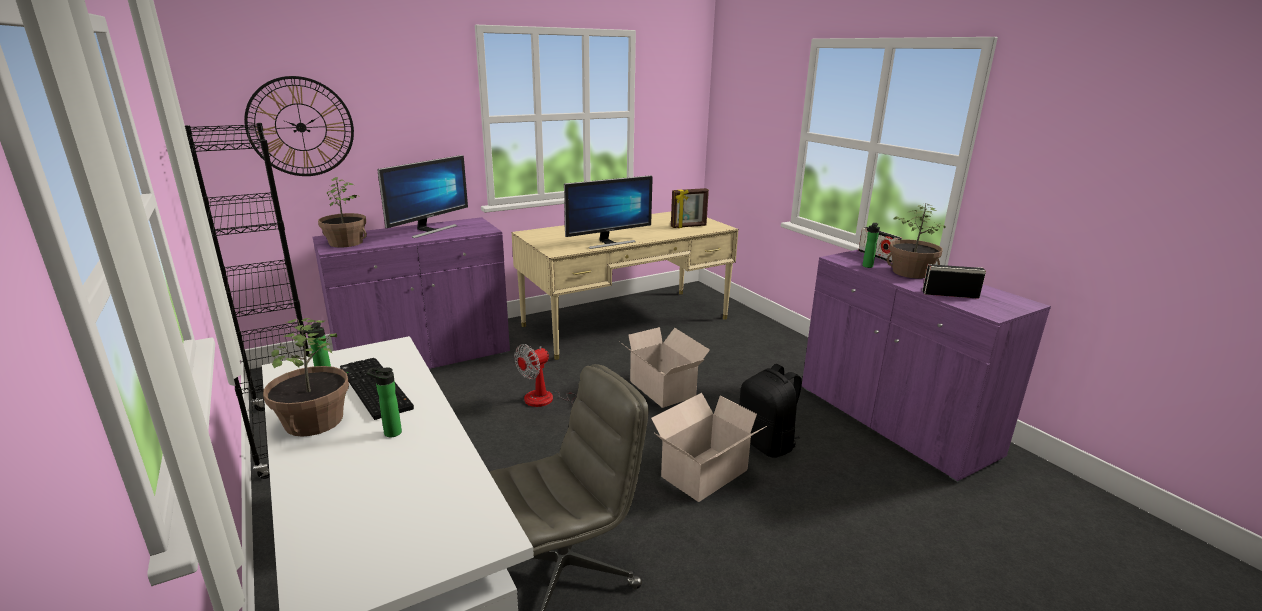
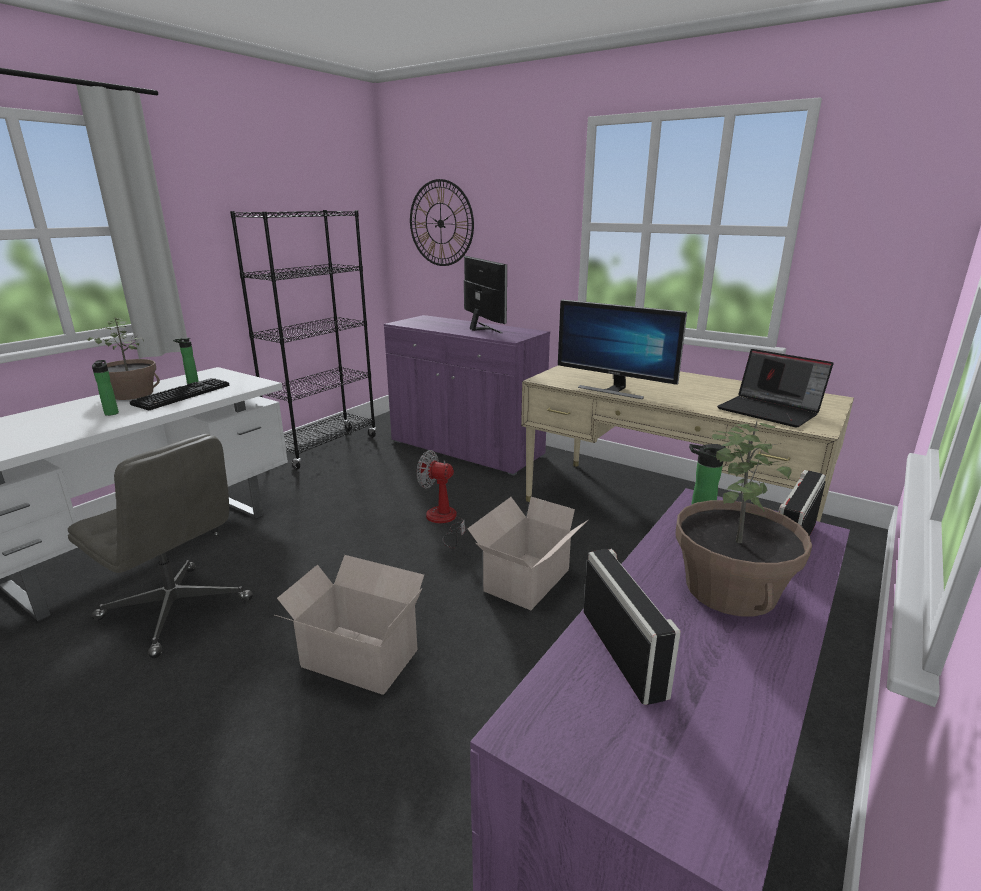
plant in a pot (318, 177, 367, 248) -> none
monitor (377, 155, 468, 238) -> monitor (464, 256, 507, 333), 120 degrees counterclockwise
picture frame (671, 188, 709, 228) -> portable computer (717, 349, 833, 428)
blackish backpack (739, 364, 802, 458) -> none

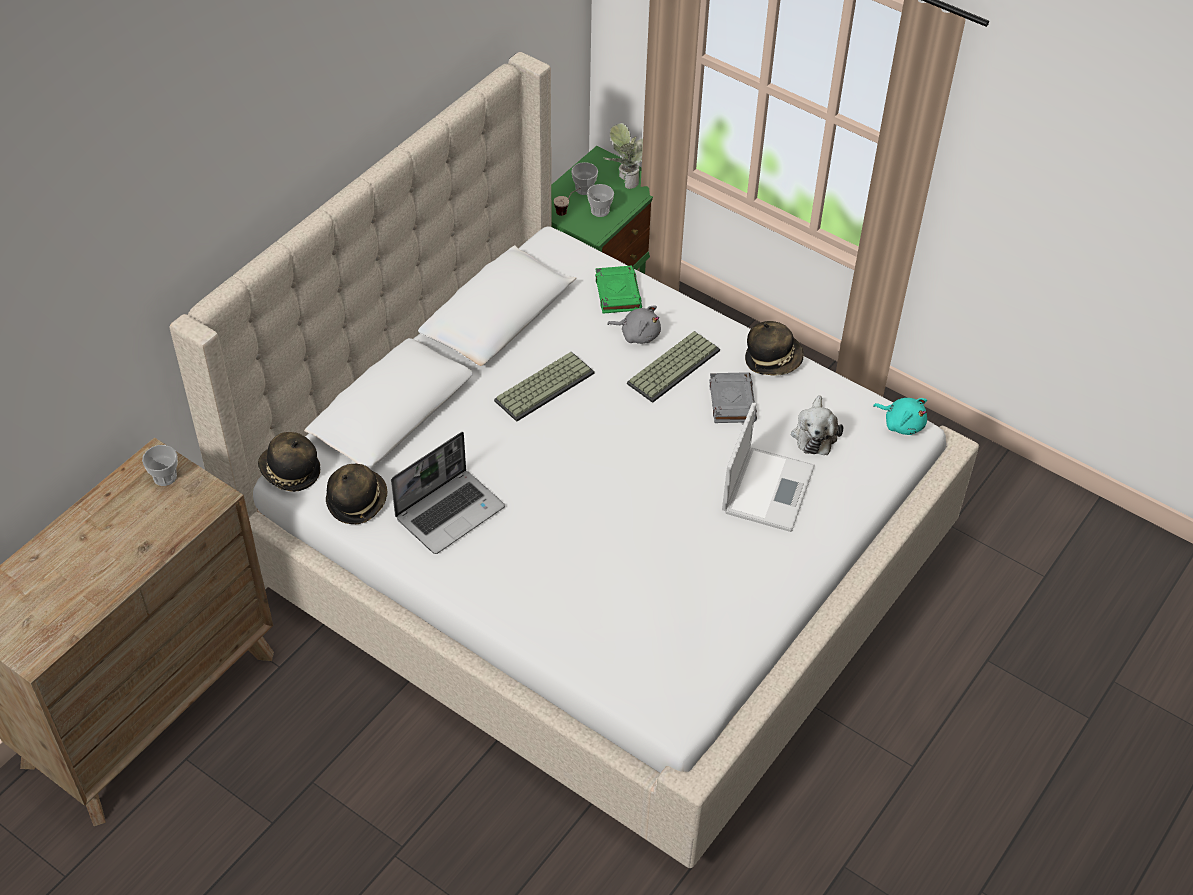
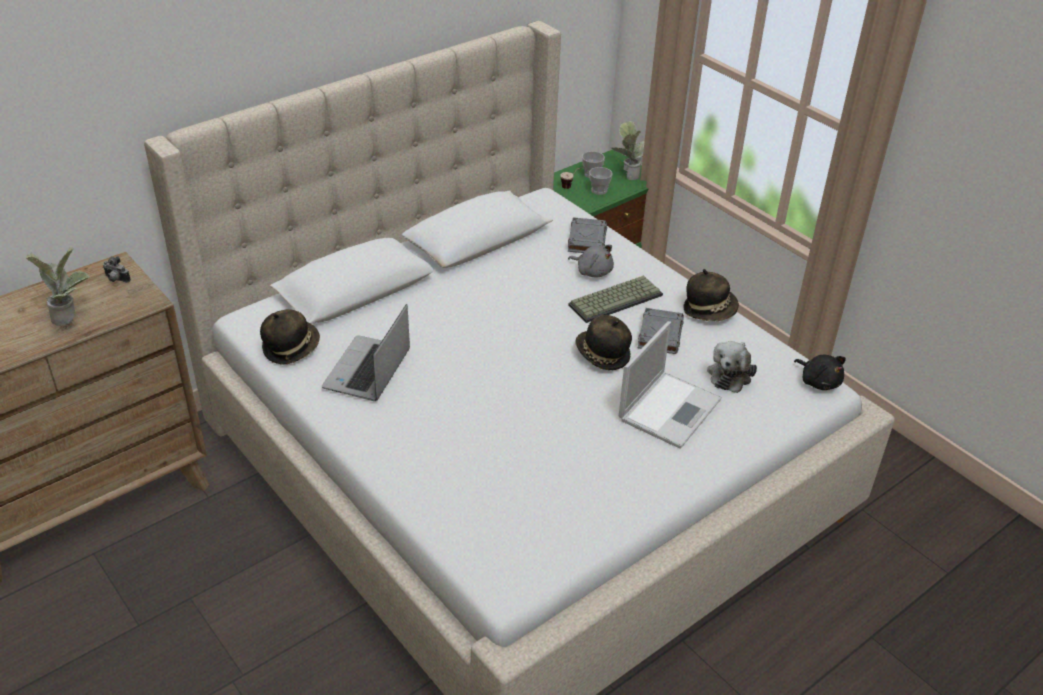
cup (142, 445, 178, 486) -> photo camera (103, 256, 131, 282)
clothing hat (258, 432, 320, 492) -> clothing hat (575, 315, 632, 370), shifted
portable computer (391, 432, 505, 554) -> portable computer (322, 304, 410, 401), 135 degrees clockwise
computer keyboard (494, 352, 595, 422) -> none
green book (595, 266, 642, 314) -> grey book (568, 217, 607, 253)
turquoise cuddly toy (873, 398, 927, 435) -> blackish cuddly toy (794, 355, 846, 390)
none -> plant in a pot (26, 247, 90, 326)

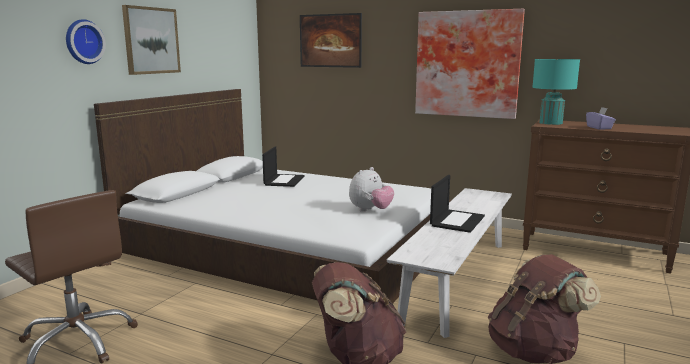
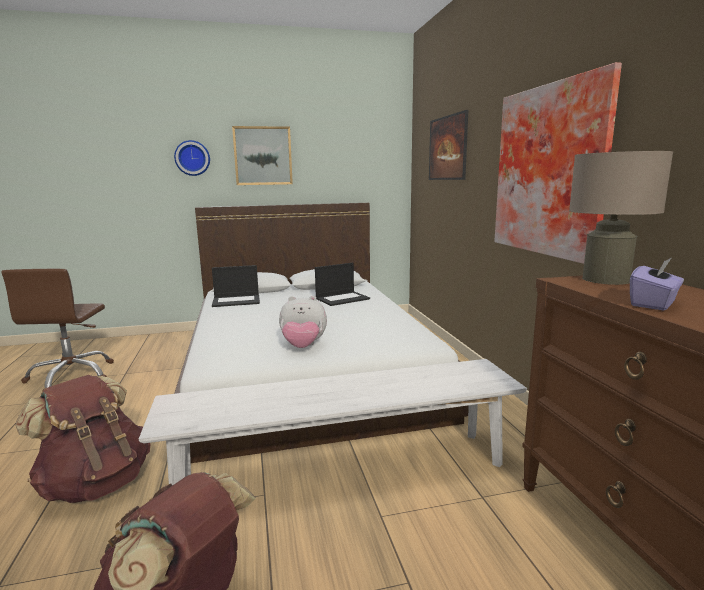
portable computer (430, 175, 485, 233) -> portable computer (212, 265, 260, 307), shifted
turquoise lamp for a table (532, 59, 580, 125) -> sand-coloured lamp for a table (569, 151, 673, 285)

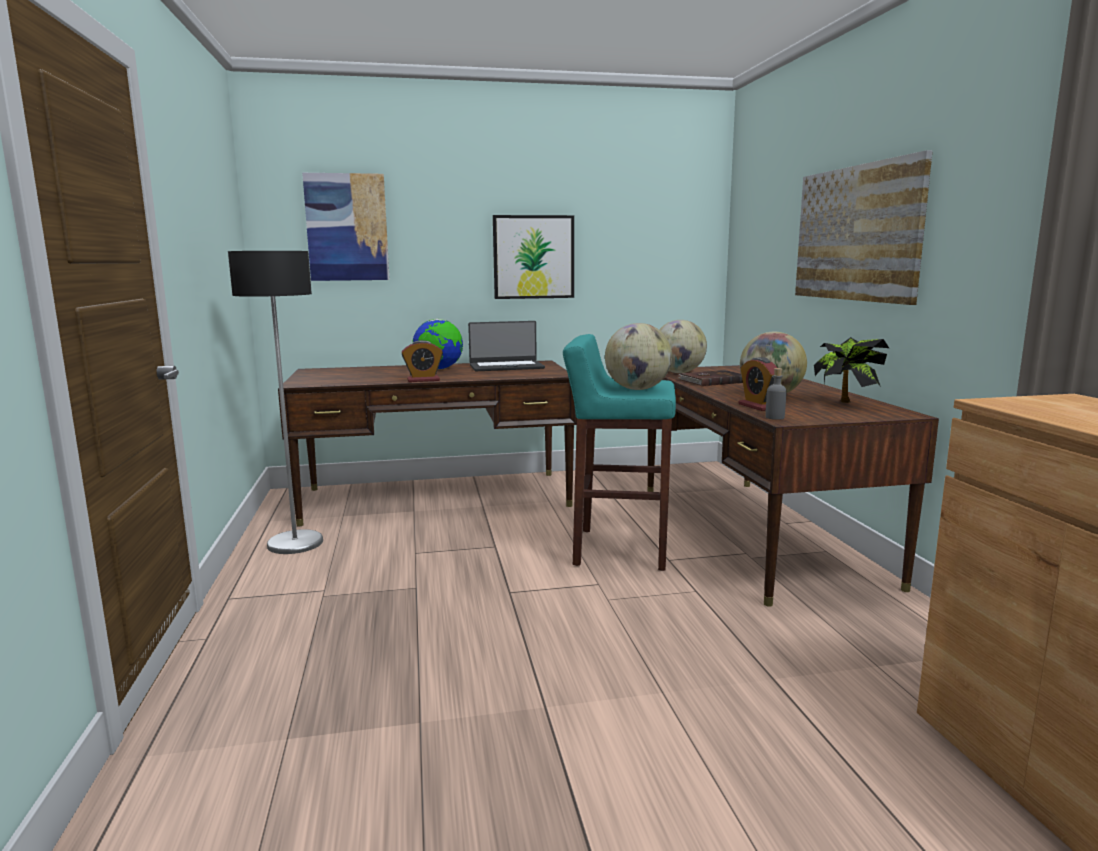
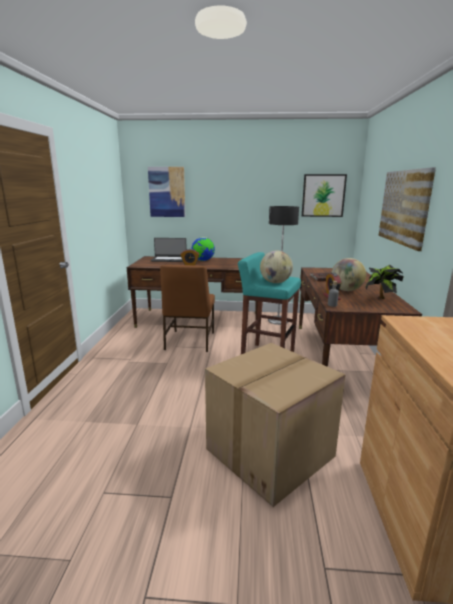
standing lamp (228, 251, 323, 554) -> standing lamp (268, 206, 299, 325), shifted
portable computer (468, 321, 545, 371) -> portable computer (151, 238, 187, 262), shifted
picture (493, 215, 574, 299) -> picture (302, 174, 347, 217), shifted
globe (659, 320, 707, 373) -> none
none -> brown plain chair (160, 265, 215, 352)
none -> cardboard box (205, 343, 345, 507)

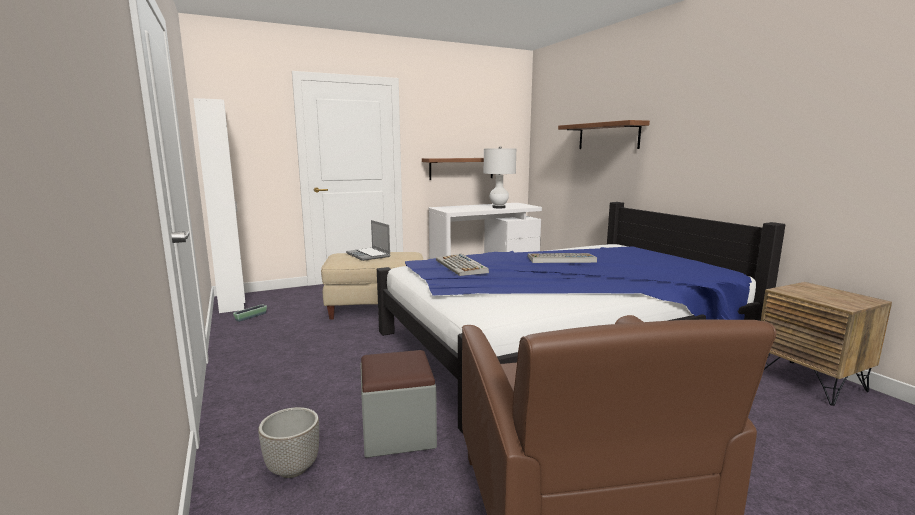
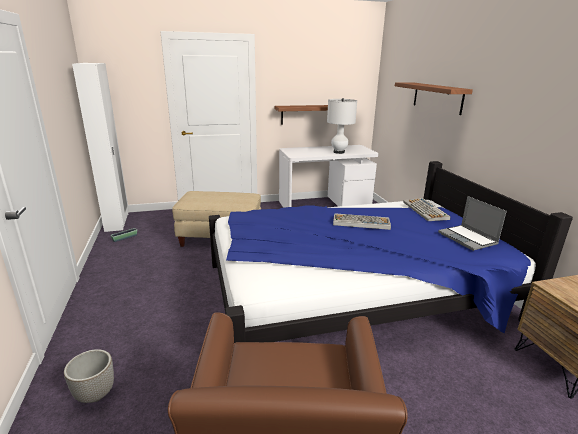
portable computer (346, 220, 391, 261) -> portable computer (438, 196, 507, 251), shifted
grey footrest (360, 350, 437, 458) -> none
computer keyboard (436, 254, 489, 276) -> computer keyboard (403, 198, 450, 221), shifted

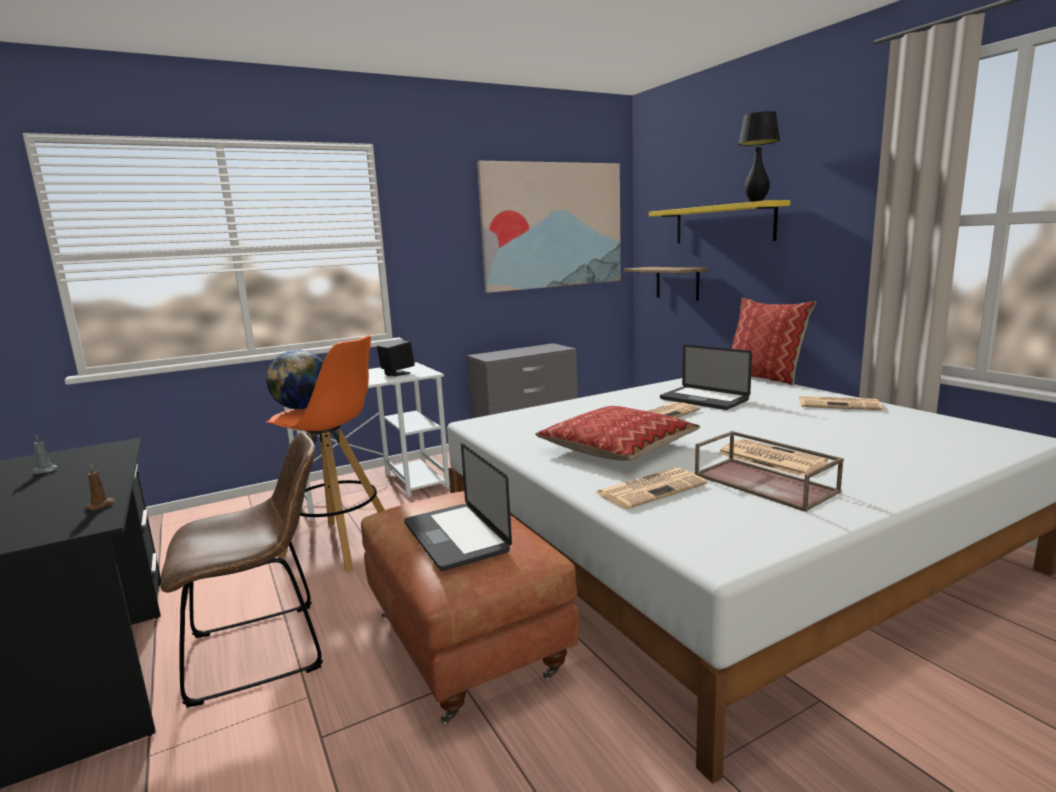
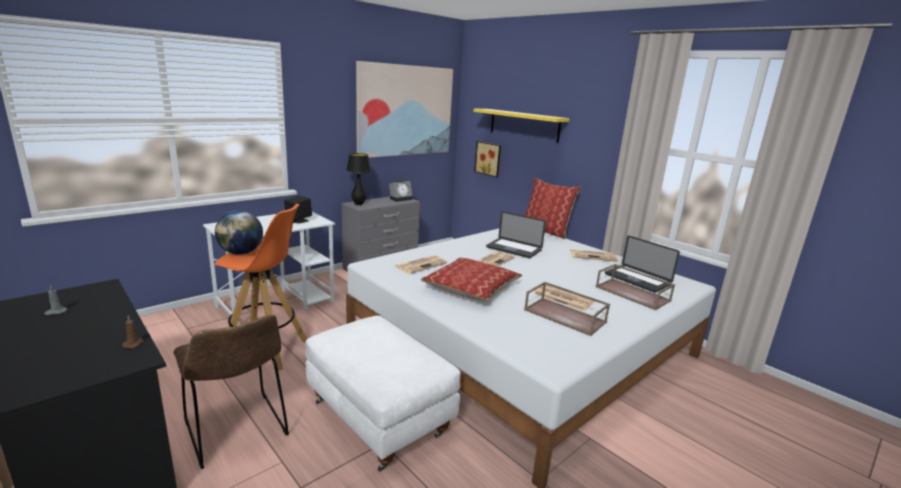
brown plain chair (161, 432, 323, 708) -> brown plain chair (173, 314, 289, 469), 90 degrees clockwise
brown footrest (361, 491, 579, 724) -> whitish footrest (306, 315, 461, 472)
portable computer (404, 443, 512, 571) -> portable computer (605, 235, 680, 293), shifted
newspaper (596, 468, 707, 509) -> newspaper (394, 255, 448, 274), shifted
shelf (624, 267, 708, 301) -> picture (474, 141, 501, 177)
blackish lamp for a table (738, 111, 780, 202) -> blackish lamp for a table (346, 153, 371, 205), shifted
none -> alarm clock (389, 180, 413, 202)
none -> brown carrying tray (596, 264, 675, 310)

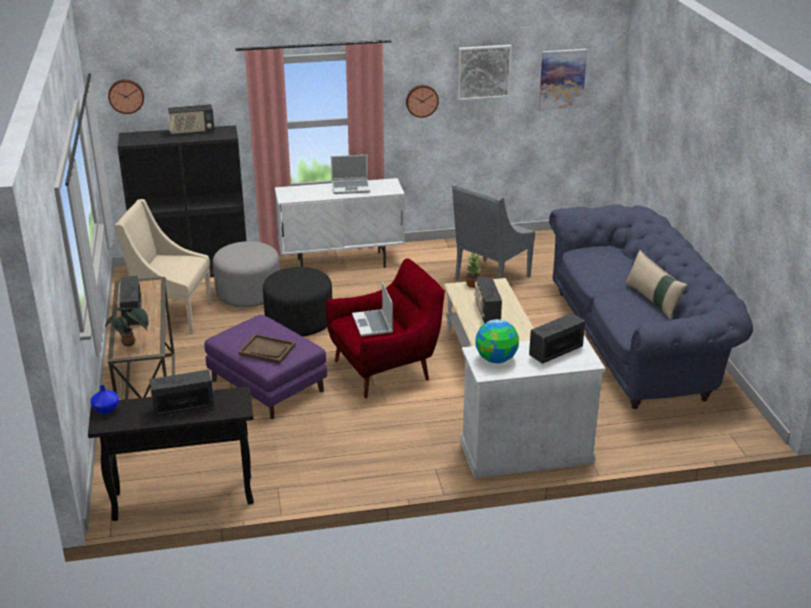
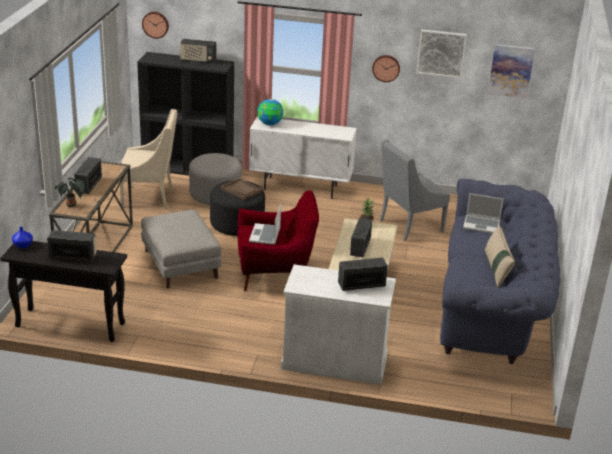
sand-coloured lounge chair (115, 199, 212, 334) -> sand-coloured lounge chair (119, 109, 177, 209), 150 degrees clockwise
purplish footrest (204, 315, 327, 419) -> grey footrest (141, 210, 221, 289)
brown carrying tray (238, 334, 296, 364) -> brown carrying tray (221, 178, 262, 200), shifted
portable computer (331, 155, 370, 194) -> portable computer (463, 193, 503, 233), shifted
globe (475, 319, 519, 363) -> globe (257, 99, 283, 125), shifted

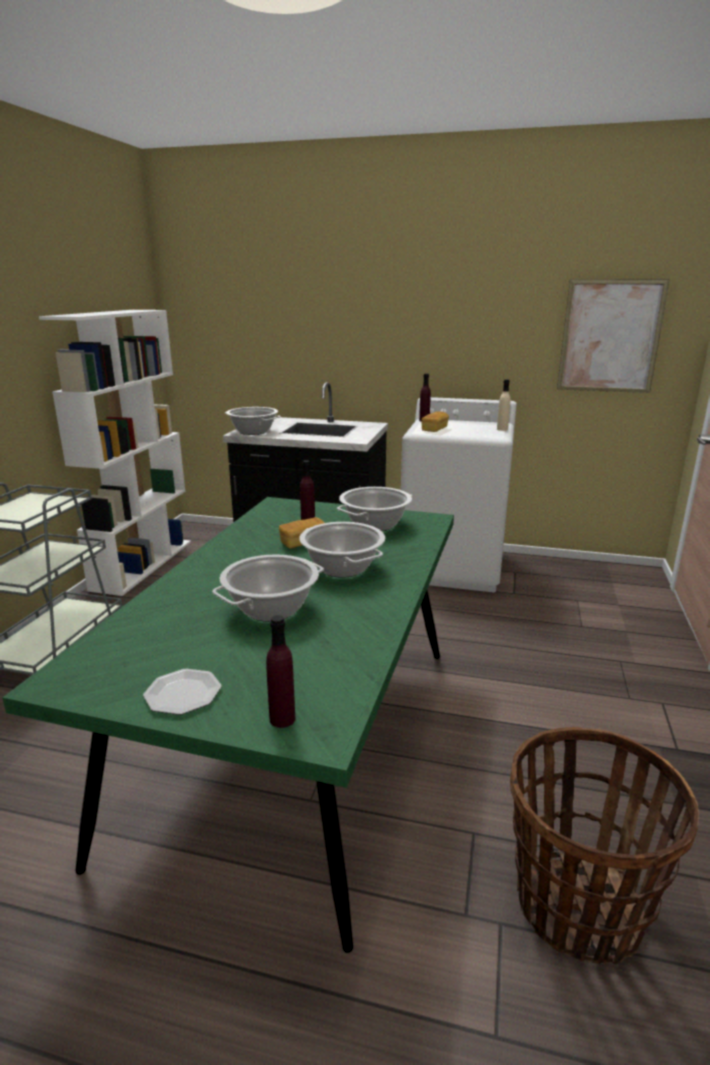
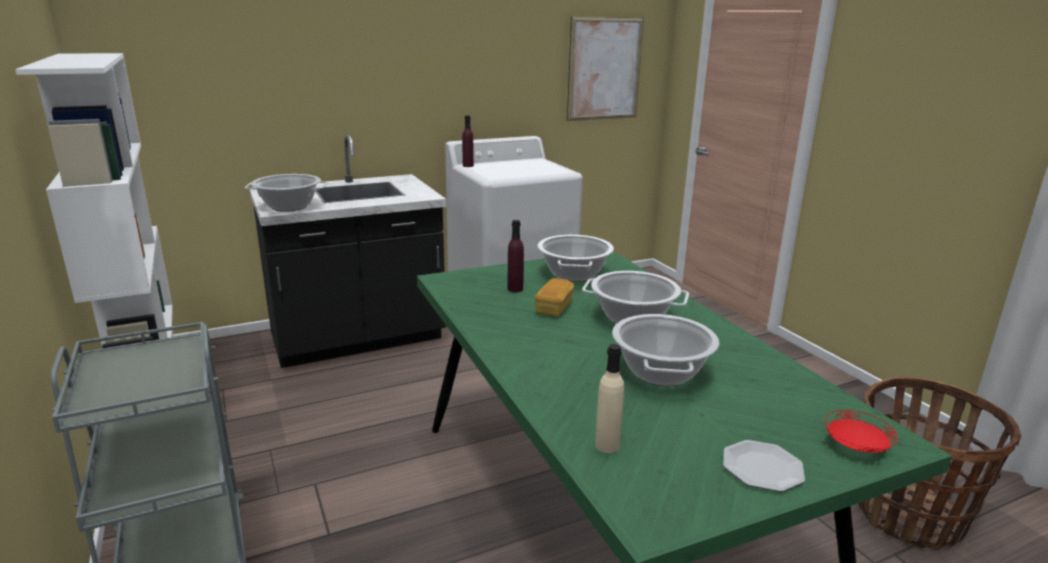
purplish drink bottle (266, 615, 295, 728) -> red flat dish (824, 410, 898, 453)
bakery bread (421, 411, 449, 432) -> none
sand-coloured drink bottle (497, 379, 511, 431) -> sand-coloured drink bottle (595, 344, 624, 453), shifted

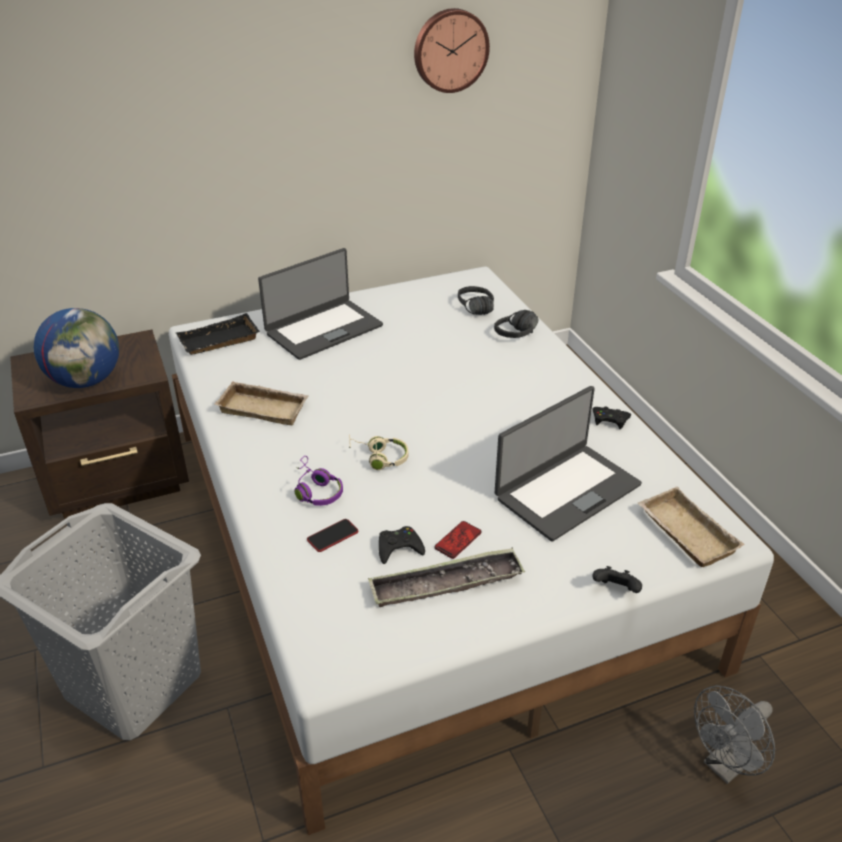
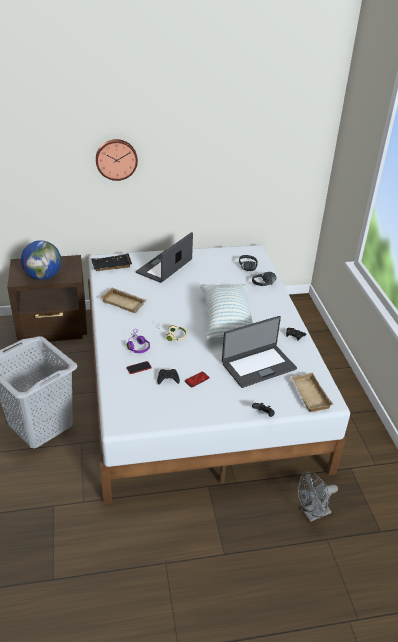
portable computer (258, 248, 383, 360) -> portable computer (136, 232, 193, 283), 150 degrees clockwise
carrying tray (368, 548, 525, 607) -> none
wall clock (414, 8, 490, 93) -> wall clock (96, 139, 138, 181), shifted
none -> throw pillow (200, 284, 253, 339)

